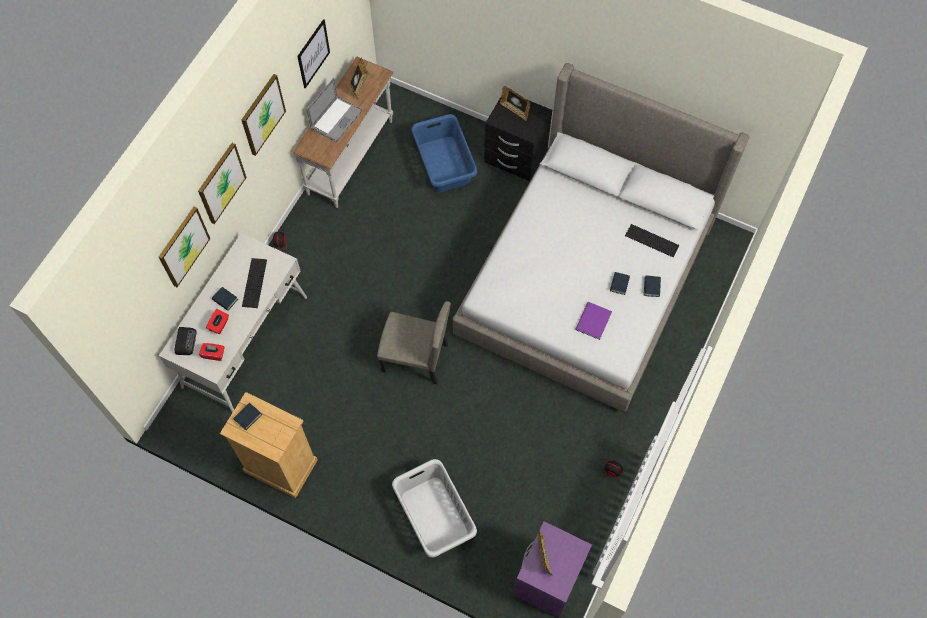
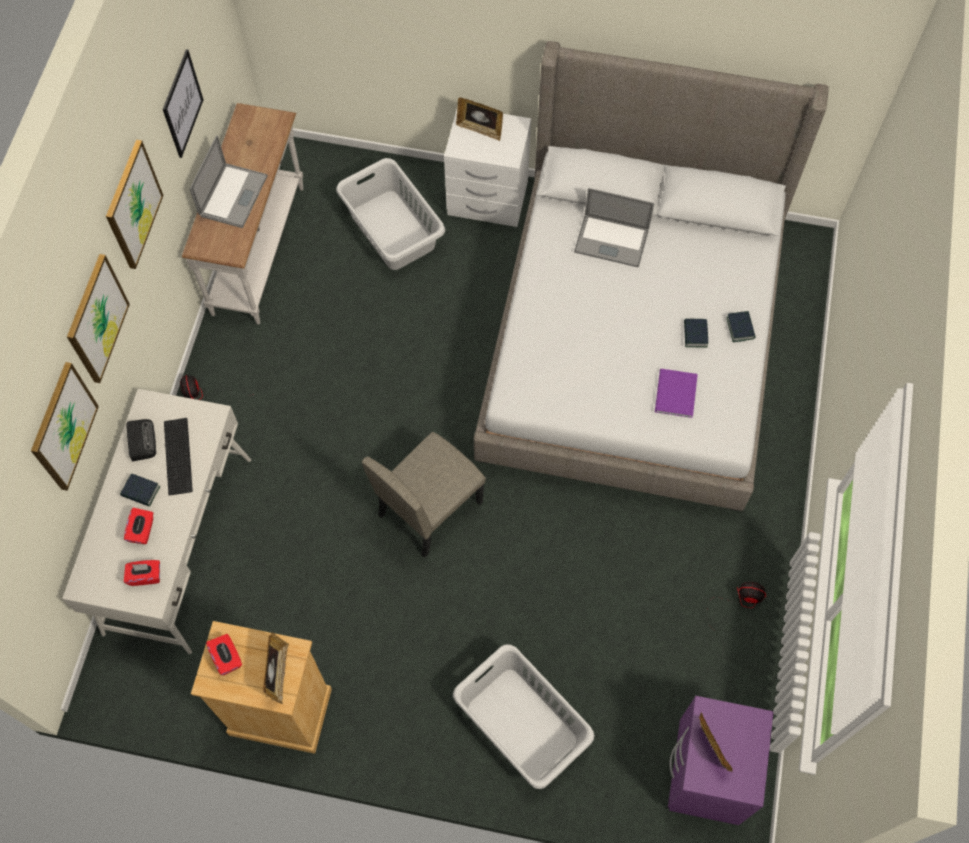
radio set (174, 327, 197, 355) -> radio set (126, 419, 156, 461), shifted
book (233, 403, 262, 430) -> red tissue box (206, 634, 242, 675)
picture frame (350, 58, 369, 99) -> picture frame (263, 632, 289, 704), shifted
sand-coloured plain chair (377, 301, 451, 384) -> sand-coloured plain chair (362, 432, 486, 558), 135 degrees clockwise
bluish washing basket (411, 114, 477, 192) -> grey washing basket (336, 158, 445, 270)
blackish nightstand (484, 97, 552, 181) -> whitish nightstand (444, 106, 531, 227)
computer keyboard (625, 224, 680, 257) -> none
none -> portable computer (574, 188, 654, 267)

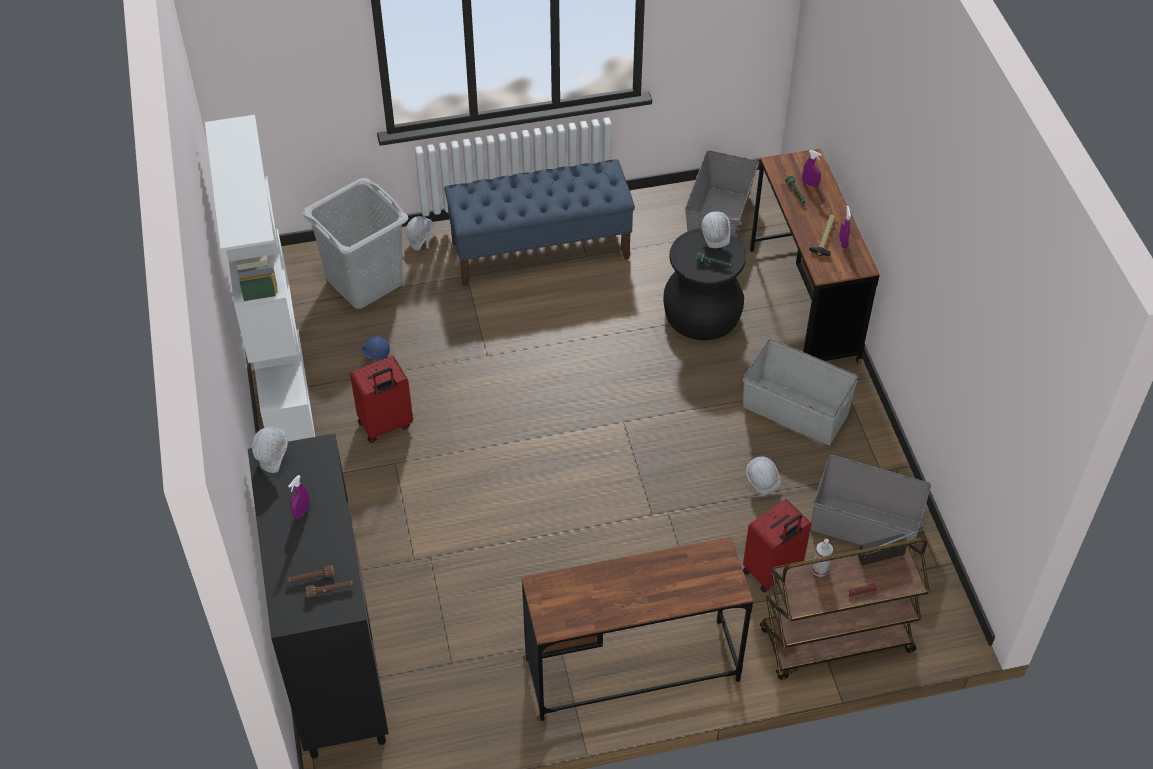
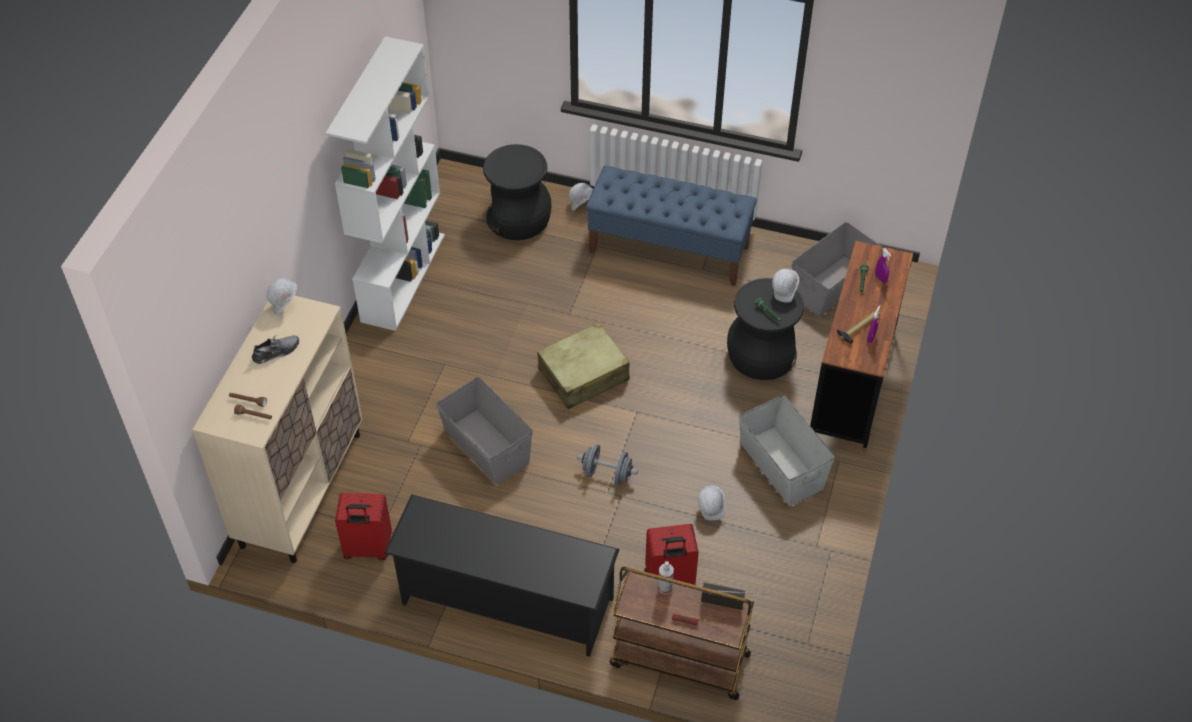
blackish cupboard (248, 433, 389, 759) -> sand-coloured cupboard (192, 296, 363, 563)
purplish hand sprayer (288, 475, 310, 519) -> grey low shoe (252, 336, 299, 364)
grey washing basket (302, 178, 408, 309) -> blackish sitting stool (483, 144, 552, 240)
red travel case (350, 356, 413, 443) -> red travel case (335, 493, 392, 560), shifted
bluish safety helmet (361, 336, 390, 361) -> none
brown desk (521, 537, 753, 722) -> blackish shoe shelf (384, 494, 620, 657)
grey storage box (810, 455, 931, 552) -> grey storage box (436, 377, 533, 485), shifted
none -> sand-coloured travel case (537, 322, 630, 409)
none -> grey dumbbell (577, 444, 638, 485)

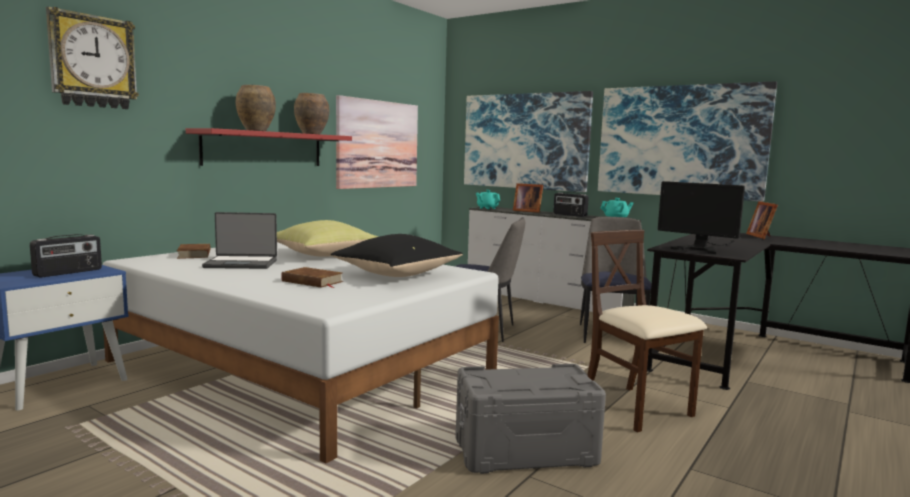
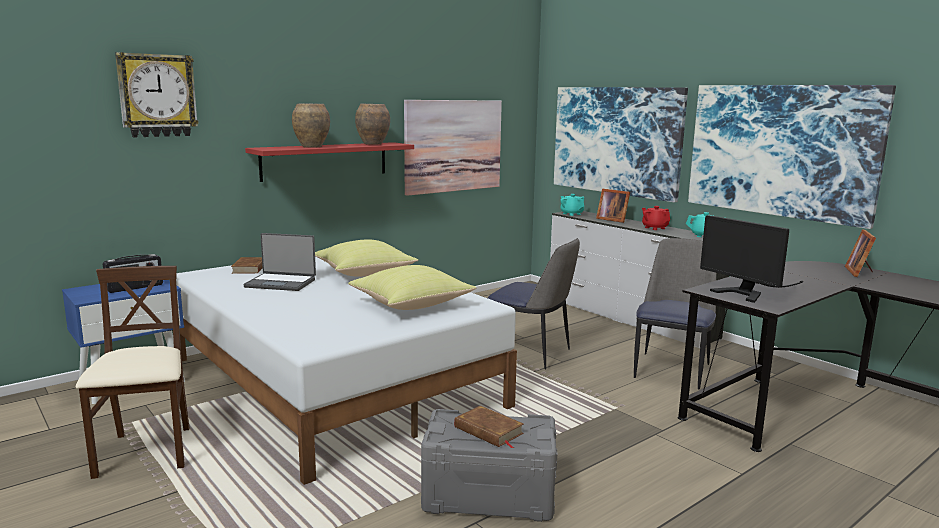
brown book (281, 267, 343, 288) -> brown book (454, 406, 524, 448), shifted
blackish throw pillow (331, 234, 463, 277) -> yellowish throw pillow (348, 265, 476, 310)
radio set (553, 192, 589, 217) -> red pot for tea (642, 206, 670, 230)
sand-coloured plain chair (587, 230, 707, 433) -> sand-coloured plain chair (76, 266, 190, 479), shifted

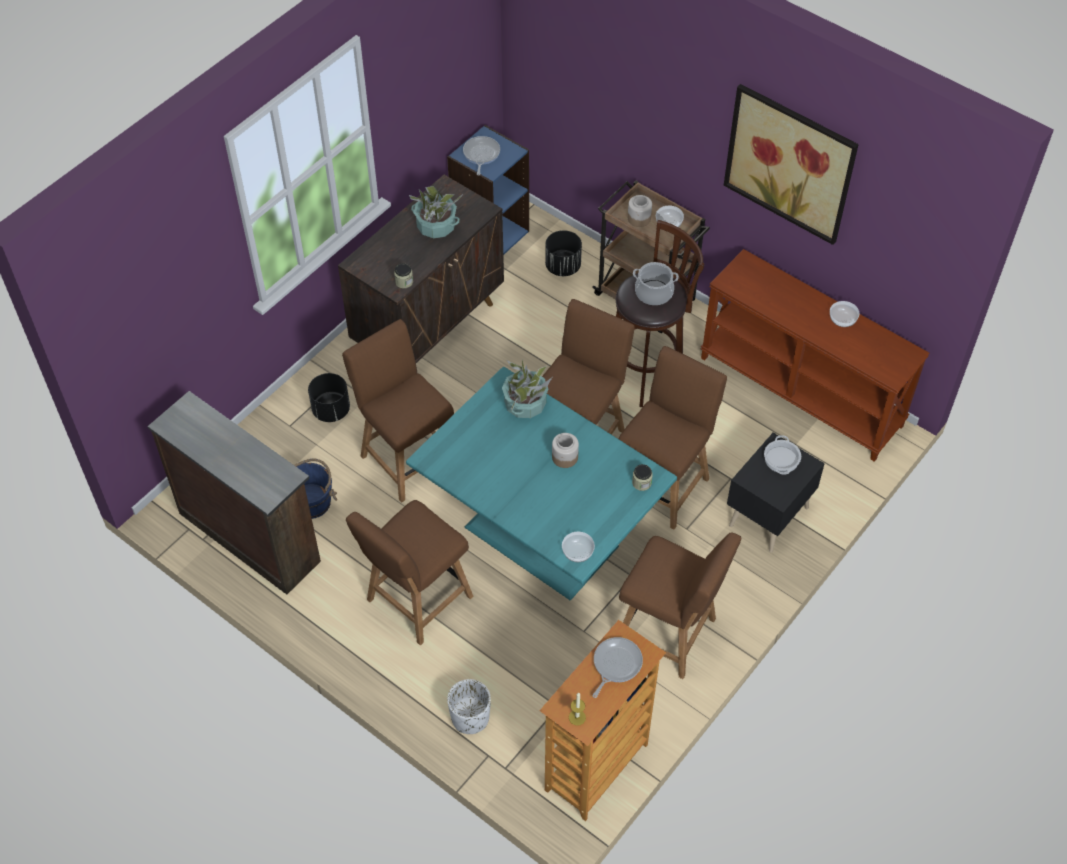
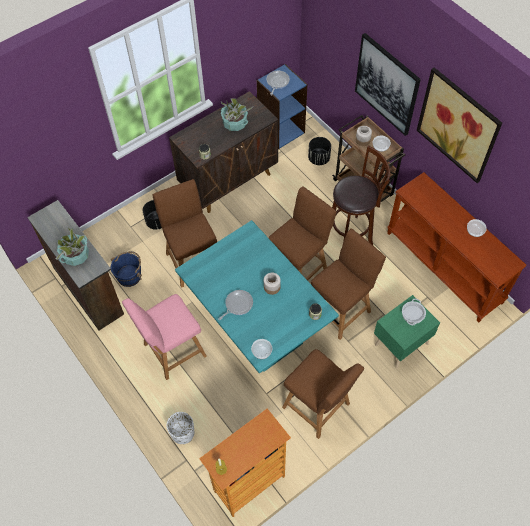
brown plain chair (346, 500, 473, 645) -> pink plain chair (122, 294, 207, 380)
plant in a pot (502, 359, 552, 418) -> plant in a pot (56, 227, 89, 266), shifted
skillet (593, 637, 643, 698) -> skillet (219, 290, 253, 320), shifted
cooking pot (633, 262, 679, 305) -> none
blackish nightstand (727, 432, 825, 553) -> green nightstand (374, 295, 440, 368)
none -> picture (355, 33, 421, 136)

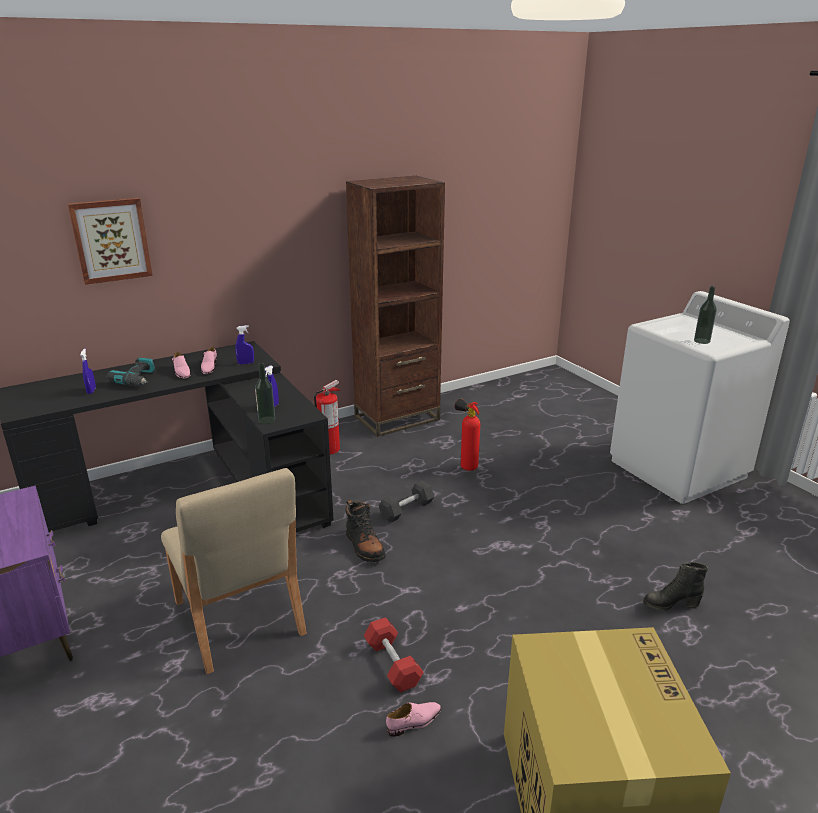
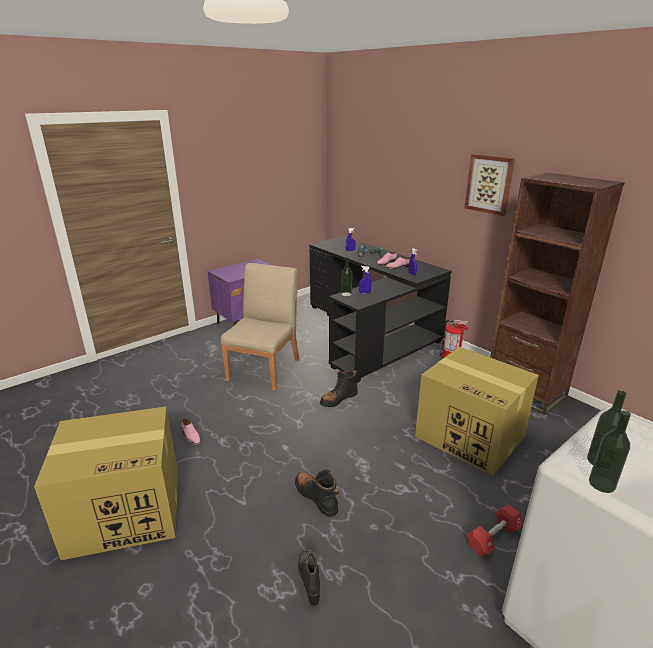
picture (68, 198, 153, 285) -> picture (464, 154, 515, 216), shifted
sand-coloured plain chair (161, 468, 307, 674) -> sand-coloured plain chair (221, 263, 299, 390), 150 degrees clockwise
red dumbbell (364, 617, 424, 693) -> red dumbbell (466, 504, 524, 557), shifted
blackish dumbbell (379, 480, 434, 523) -> none
extinguisher (455, 398, 480, 471) -> cardboard box (415, 347, 539, 476)
none -> blackish high-top boot (295, 469, 339, 517)
none -> drink bottle (589, 410, 631, 493)

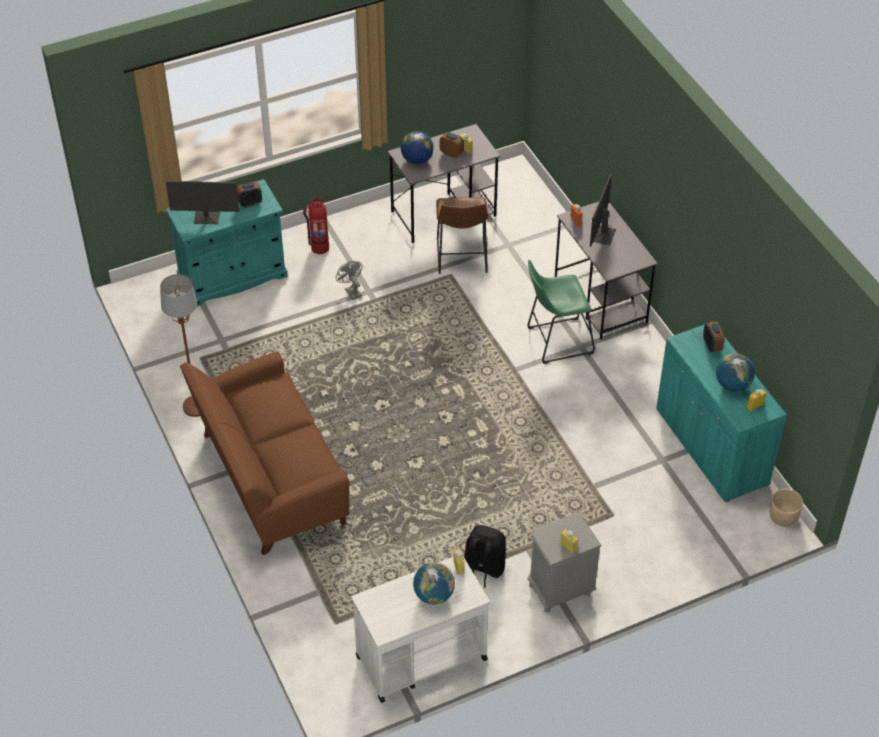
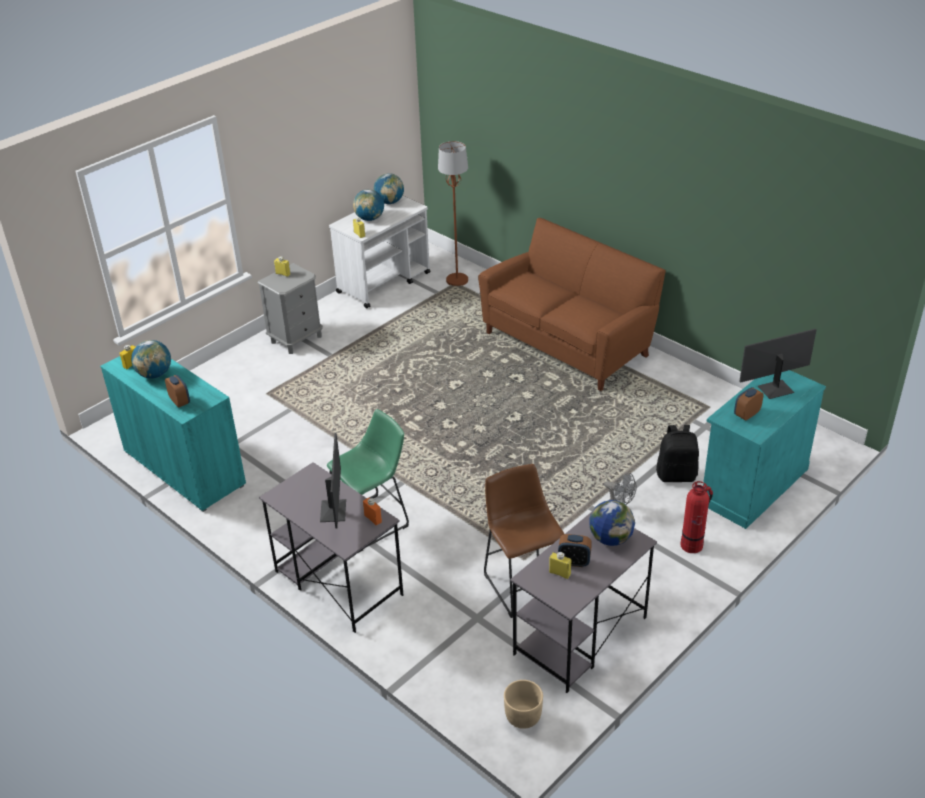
brown standing lamp (160, 274, 200, 417) -> brown standing lamp (438, 141, 468, 286), shifted
blackish backpack (464, 525, 506, 588) -> blackish backpack (656, 425, 699, 482), shifted
sand-coloured planter (770, 489, 803, 527) -> sand-coloured planter (504, 680, 543, 729), shifted
none -> globe (374, 173, 404, 204)

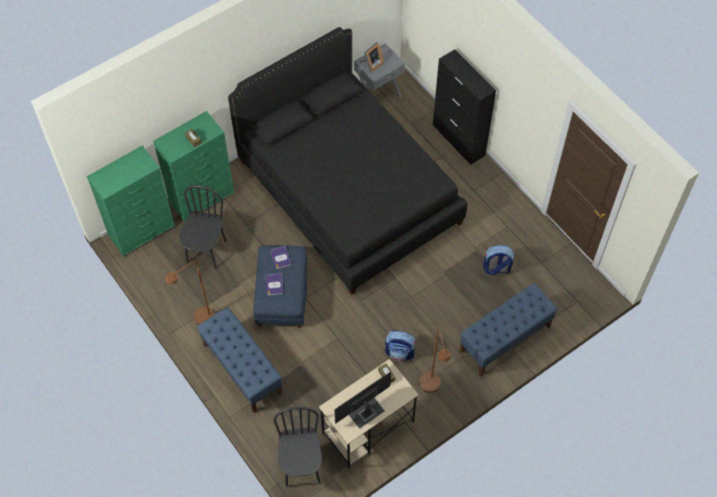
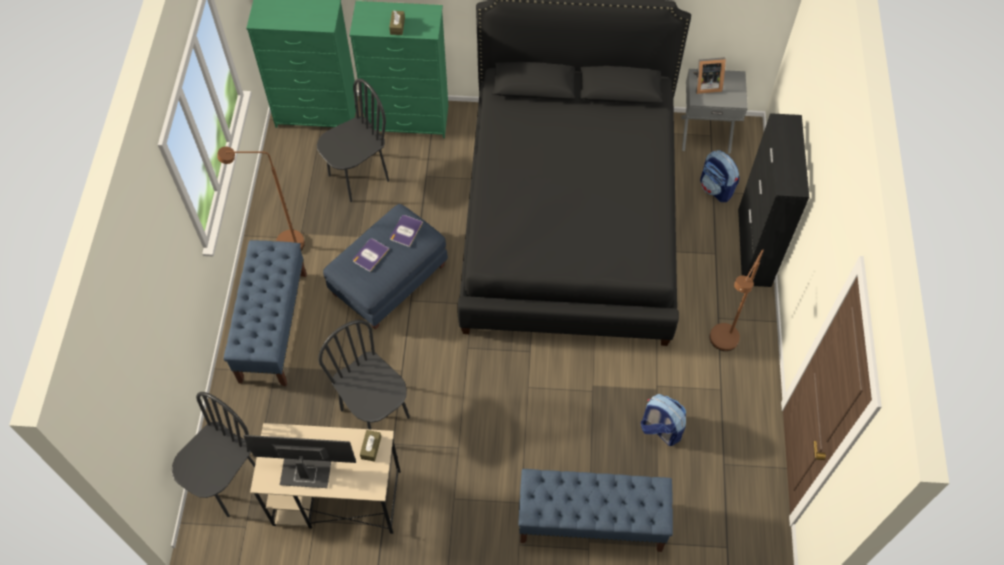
backpack (385, 330, 416, 361) -> backpack (700, 150, 740, 202), shifted
brown standing lamp (420, 327, 451, 393) -> brown standing lamp (710, 249, 764, 351), shifted
none -> blackish plain chair (318, 320, 410, 430)

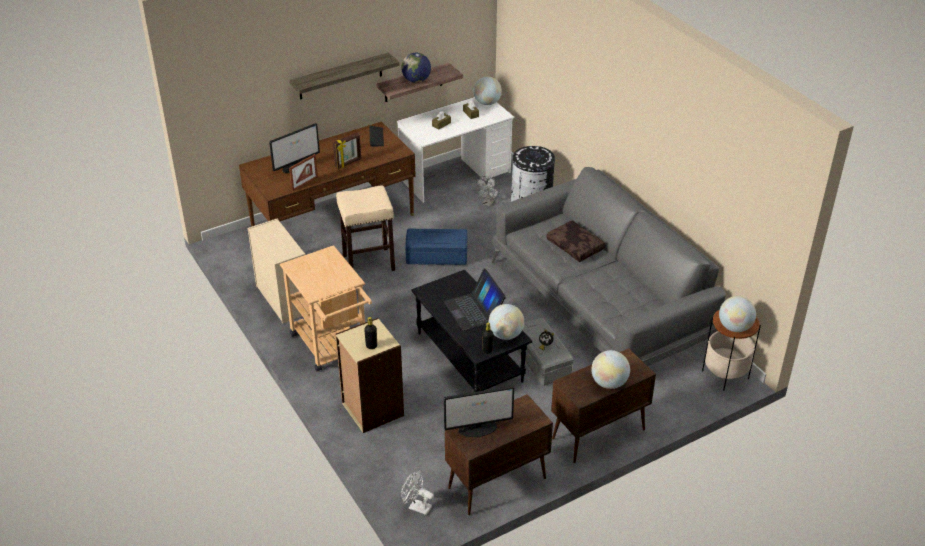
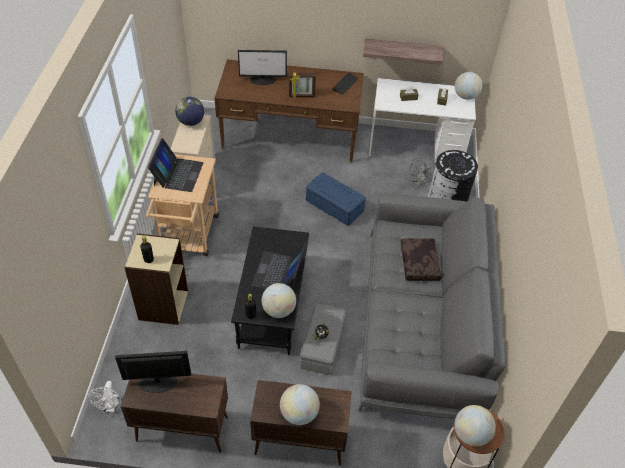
shelf (289, 53, 399, 100) -> none
picture frame (289, 154, 318, 191) -> none
sand-coloured sitting stool (336, 185, 395, 271) -> none
globe (401, 53, 431, 83) -> globe (175, 97, 204, 126), shifted
whitish cooling fan (401, 471, 434, 515) -> whitish cooling fan (88, 381, 121, 412), 150 degrees counterclockwise
monitor (444, 386, 514, 437) -> monitor (115, 351, 191, 393), 150 degrees clockwise
none -> portable computer (148, 138, 204, 192)

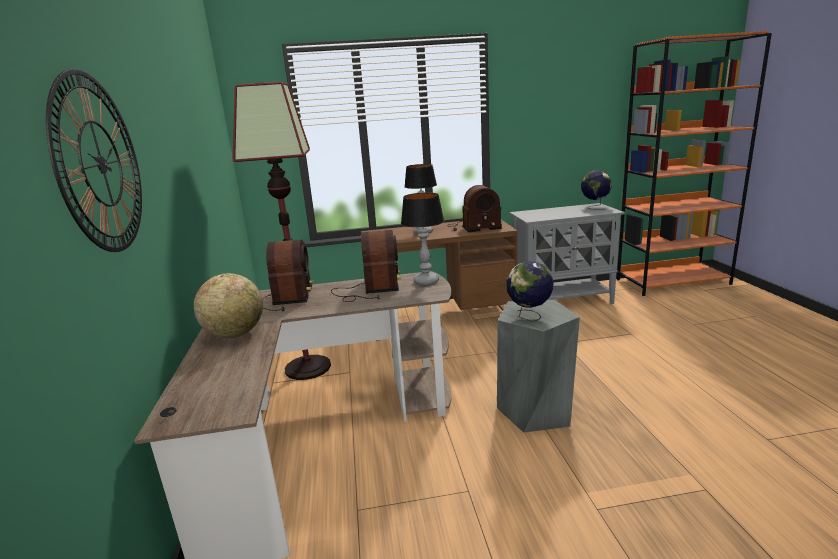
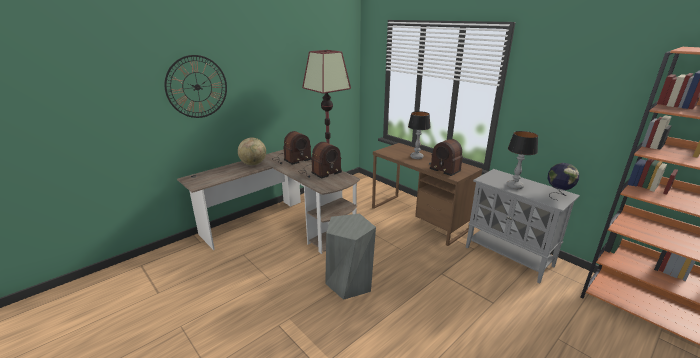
lamp for a table (401, 192, 444, 285) -> lamp for a table (506, 131, 538, 189), shifted
globe (506, 261, 553, 322) -> none

